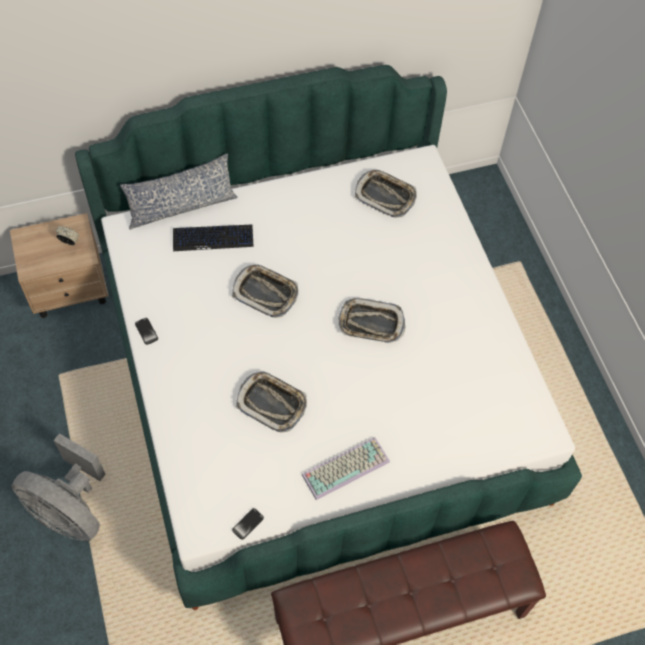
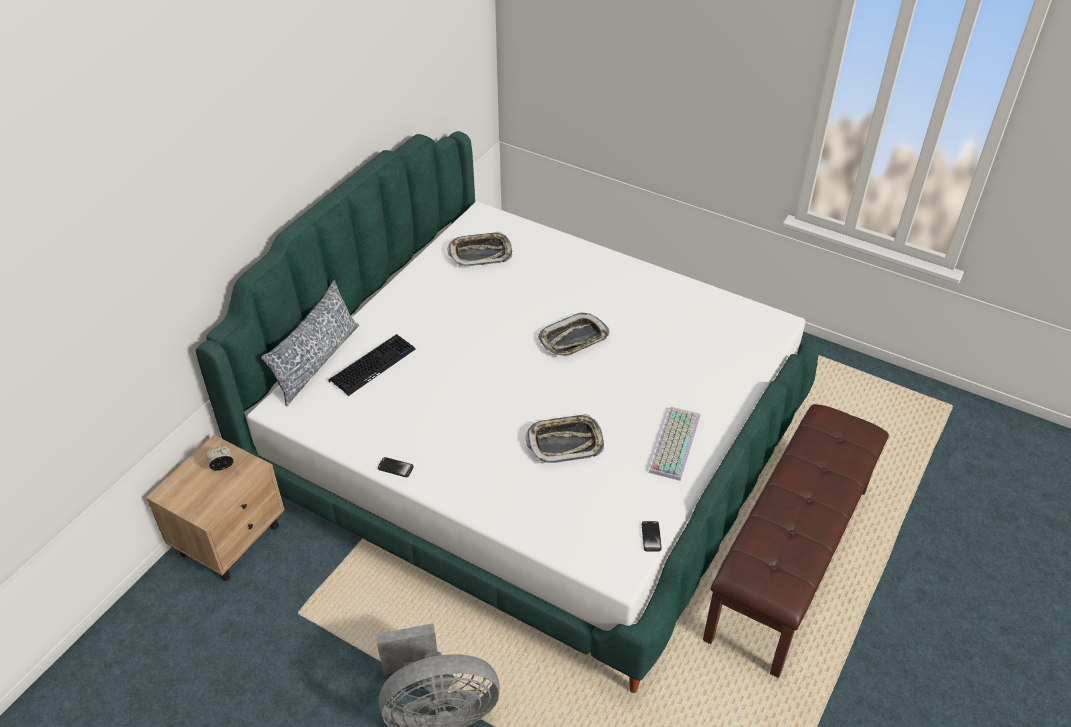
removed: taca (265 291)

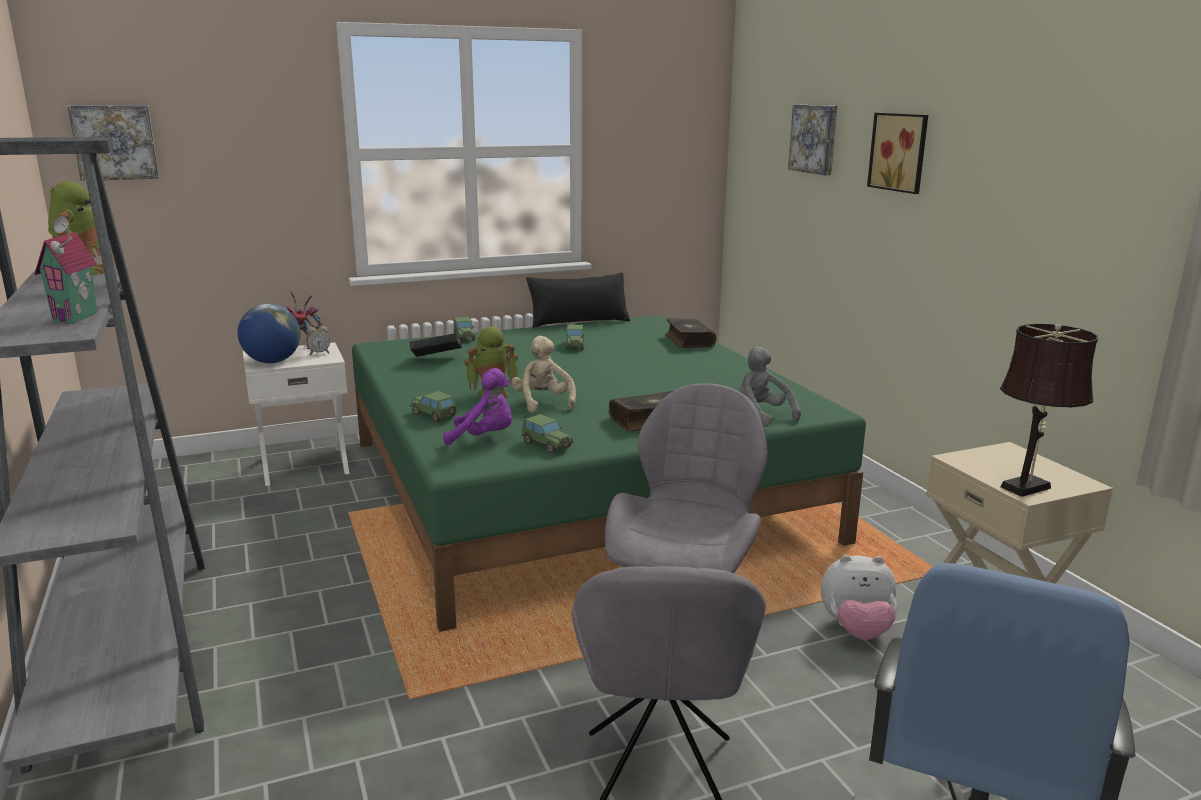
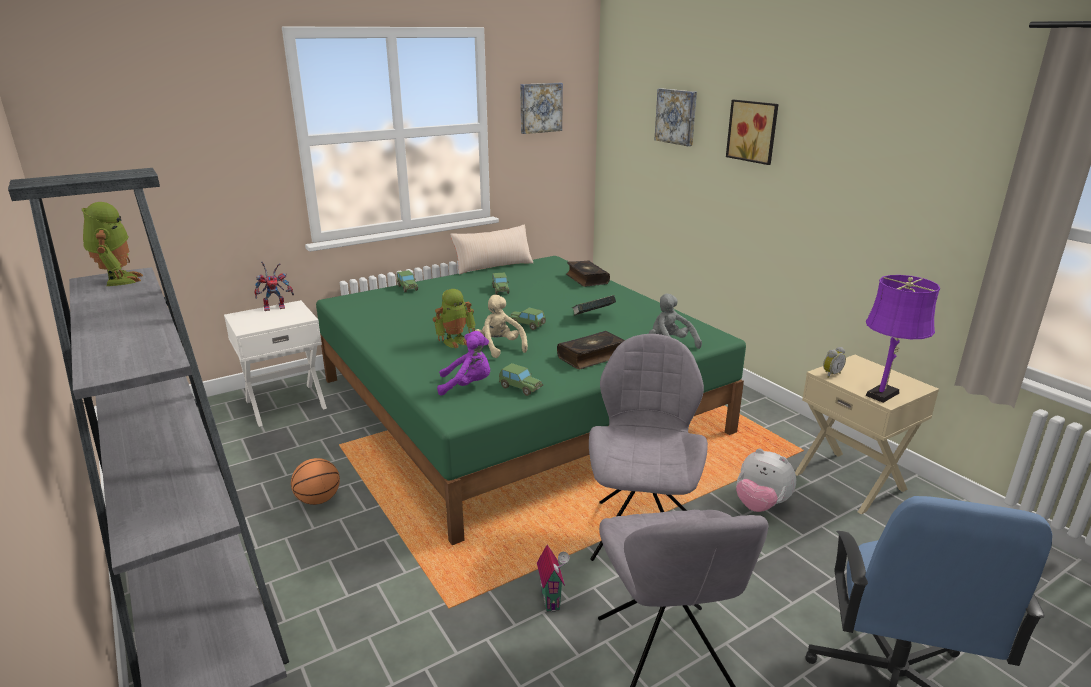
removed: globus (269 333)
added: piłka do koszykówki (315 481)
moved: samochodzik (433 407) to (527 319); obraz (113 143) to (541 108); domek (65 270) to (553 578); książka (435 345) to (594 305); budzik (318 340) to (834 362)
recoloured: poduszka/czarny (578 300) to poduszka/beżowy (491 249); lampa stołowa/brązowy (1049 410) to lampa stołowa/fioletowy (903 339)
turned: pluszak (859 597) = (766 480) 45 degrees clockwise

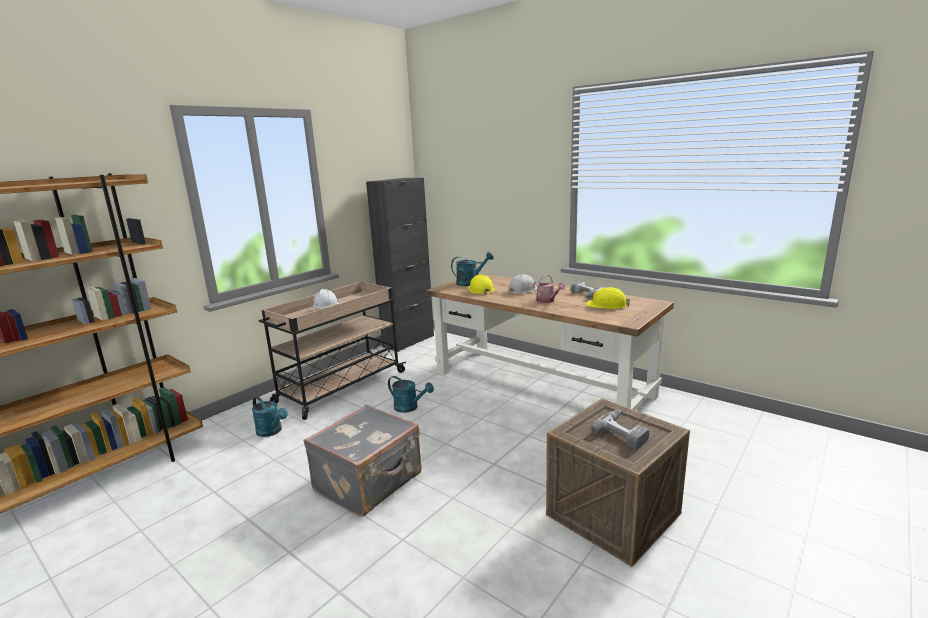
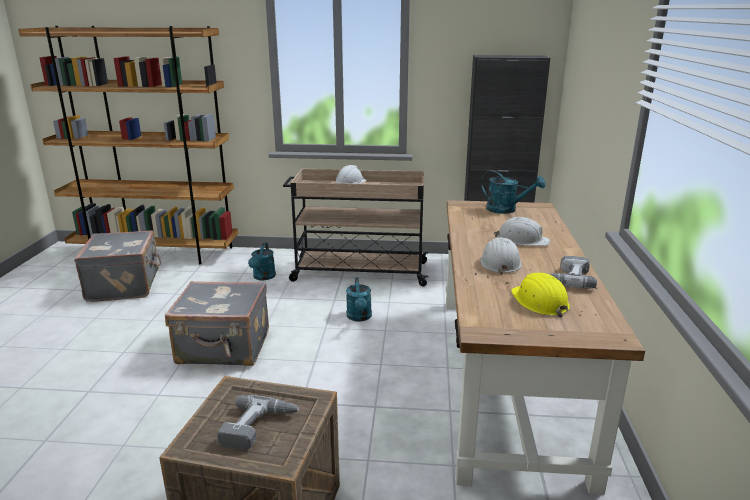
removed: kask/żółty (481 285)
added: walizka/szary (117 266)
replaced: konewka (549 288) to kask/biały (501 256)

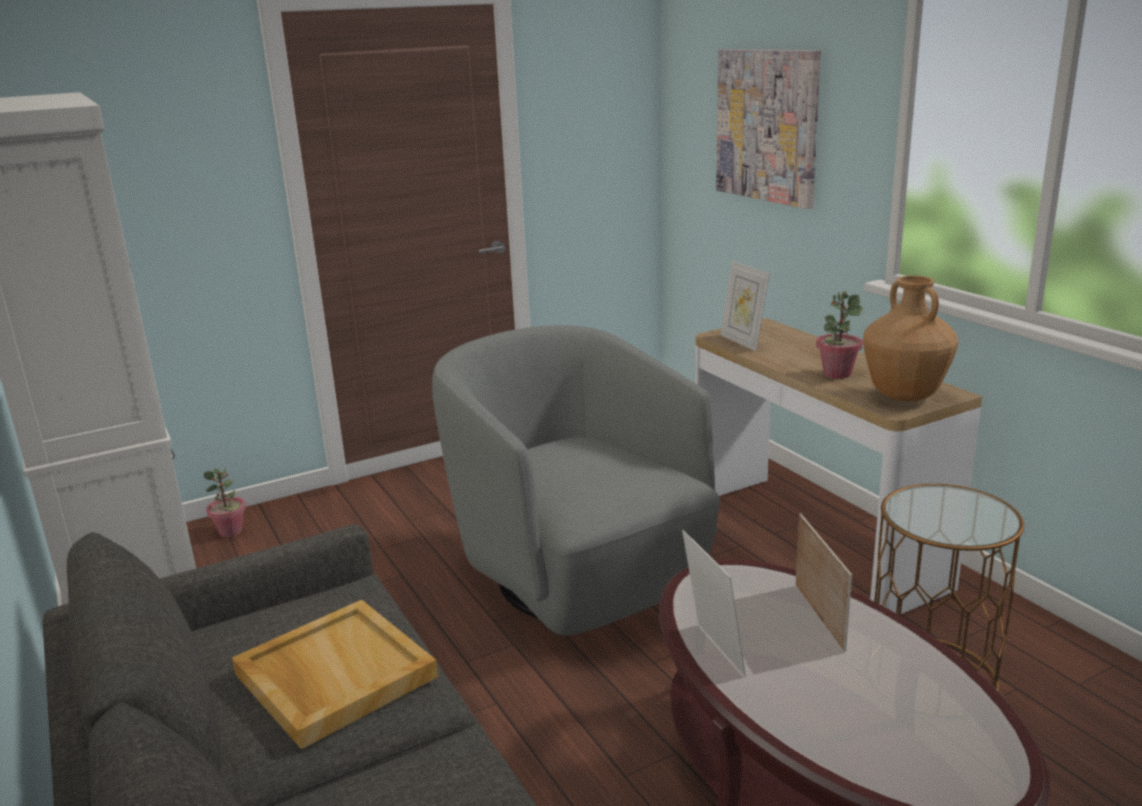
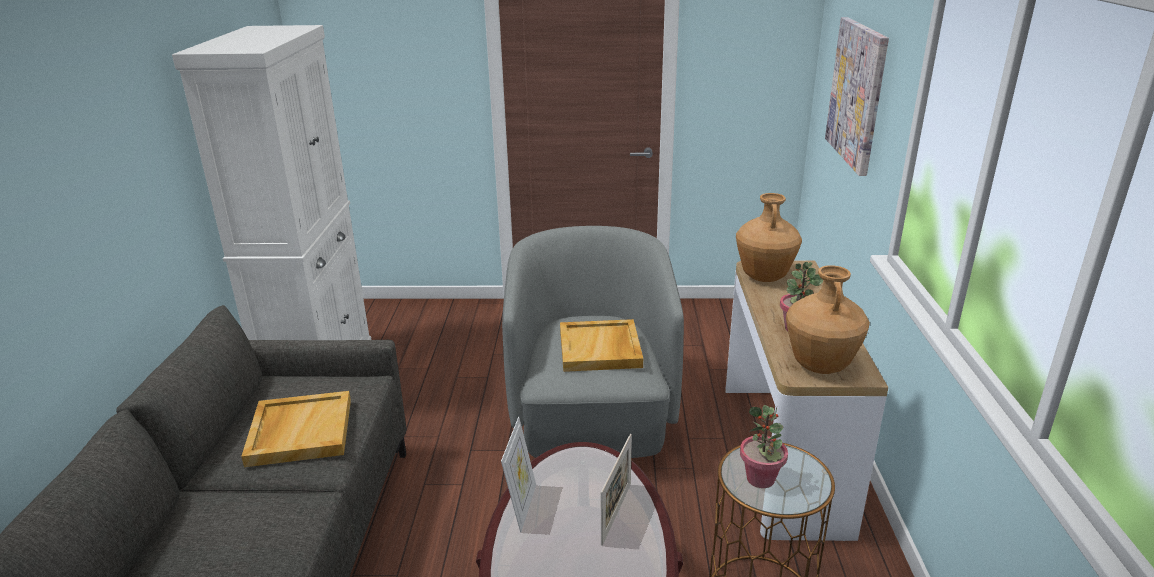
added: taca/beżowy (601 345)
moved: roślina doniczkowa (225 502) to (764 446)
replaced: ramka na zdjęcie (745 306) to wazon/brązowy (769 237)

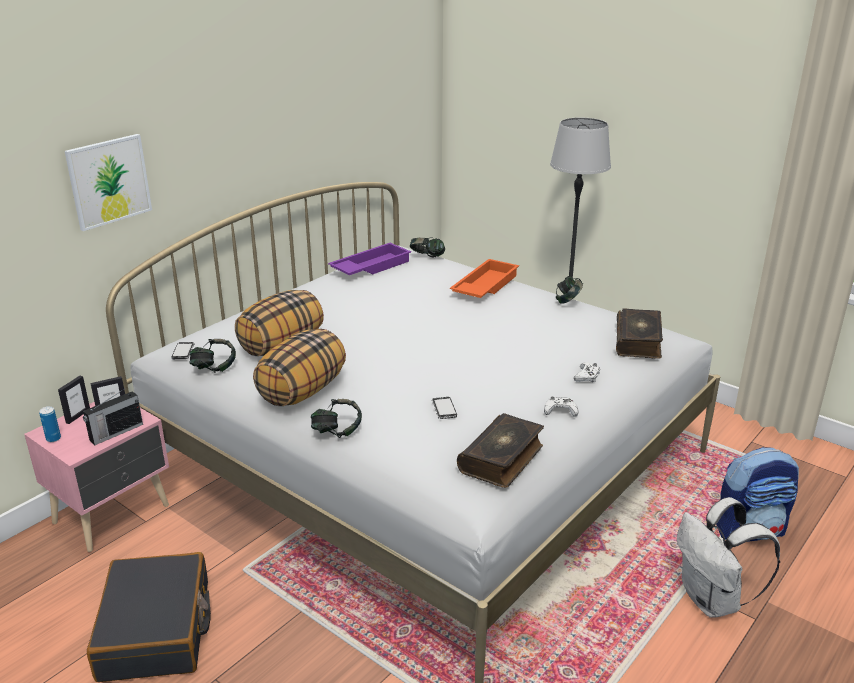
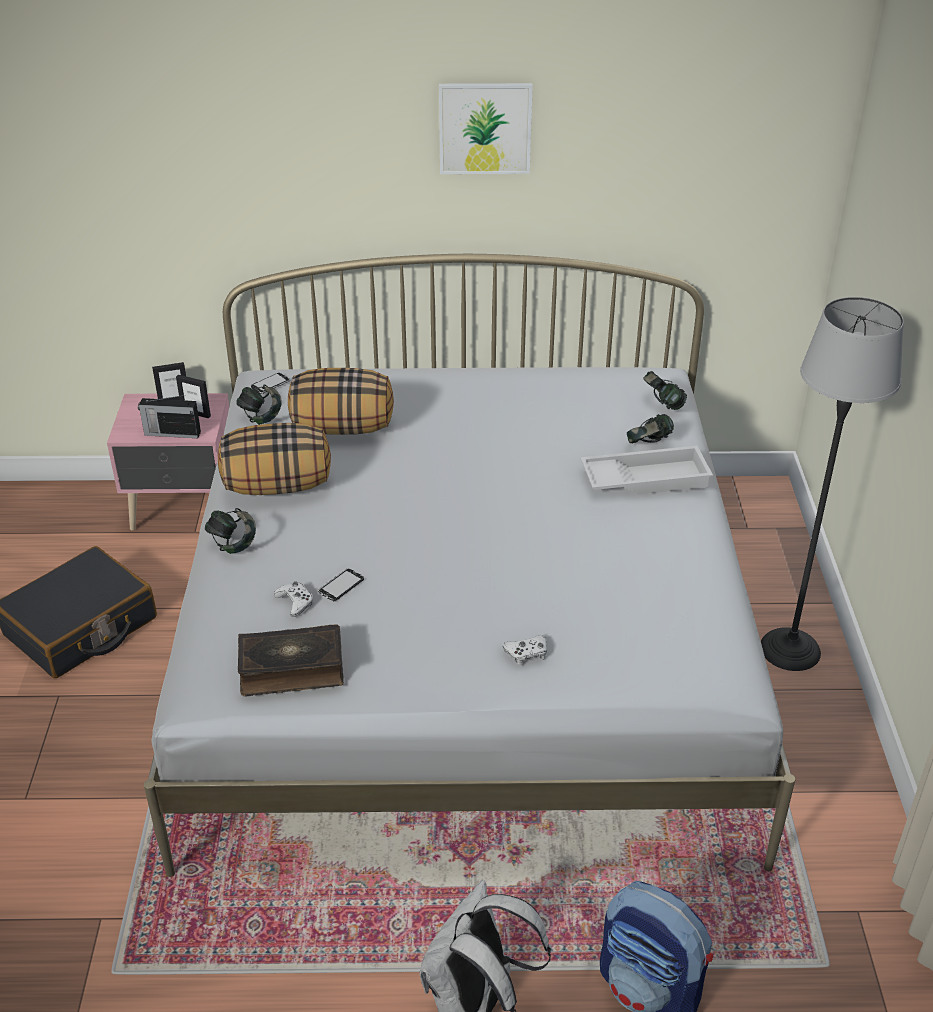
removed: puszka (50 424); taca/fioletowy (369 259); książka (639 333)
moved: pad do gier/biały (561 406) to (293 599); obraz (108 182) to (486 128); słuchawki (569 290) to (650 428)
recoloured: taca/pomarańczowy (484 278) to taca/biały (647 470)

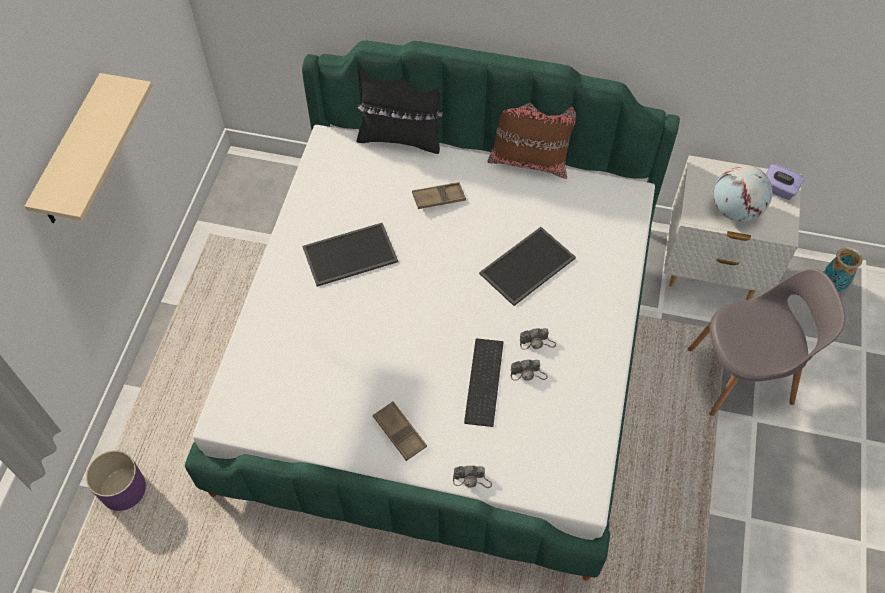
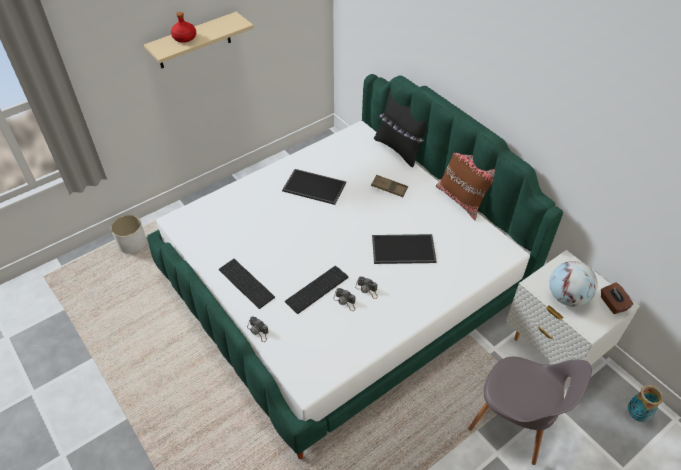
added: butelka/czerwony (183 27)
replaced: taca/brązowy (400 431) to klawiatura (247 284)
recoloured: donica/fioletowy (116 480) to donica/biały (128 234); pudełko chusteczek/fioletowy (785 182) to pudełko chusteczek/brązowy (617 298)

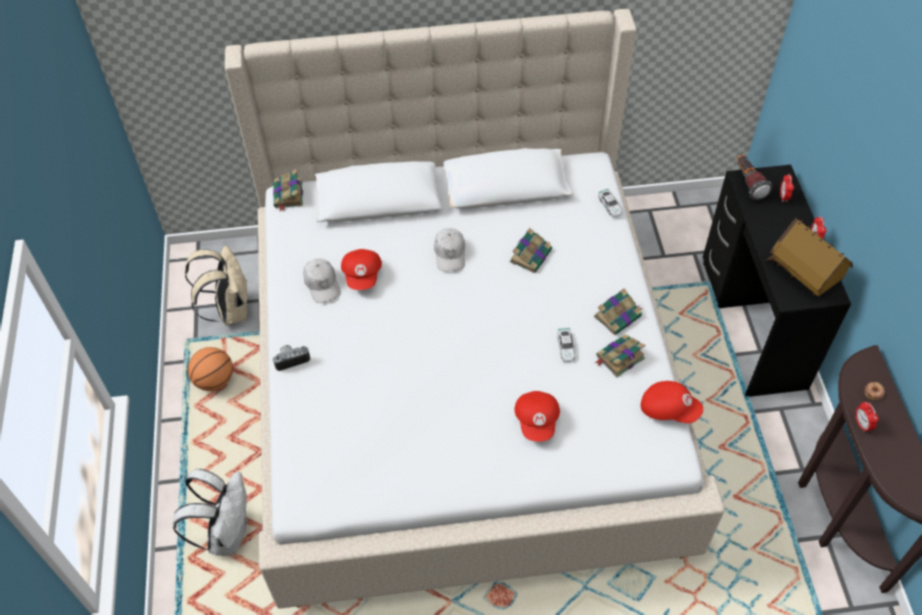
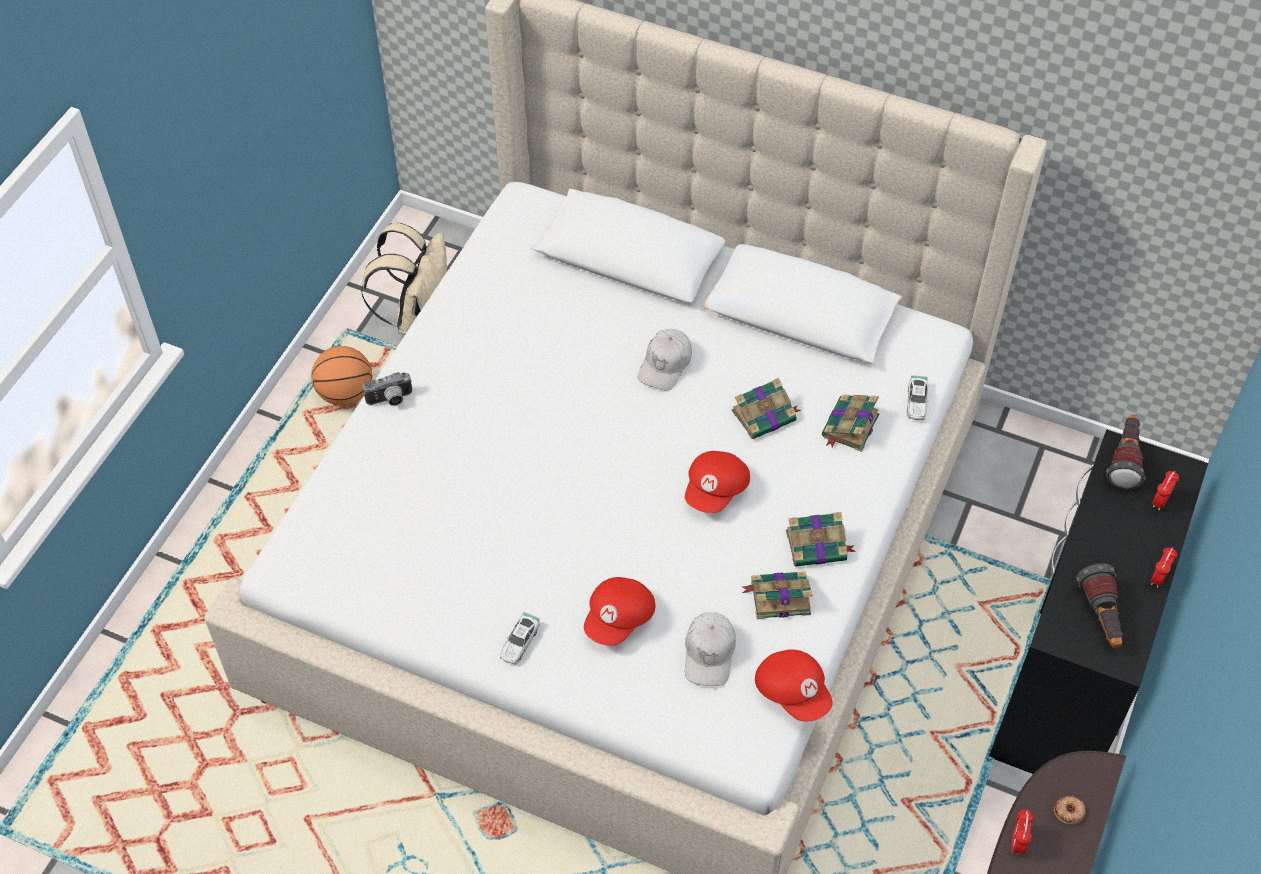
removed: plecak/biały (210 512)
moved: samochodzik (566 345) to (520 638); czapka z daszkiem/czerwony (361 269) to (717 482); czapka z daszkiem/biały (322 280) to (710 649); książka (288 190) to (850 423)
replaced: domek (808 257) to latarka (1099 606)
turned: aparat fotograficzny (291 358) = (387 389) 150 degrees clockwise

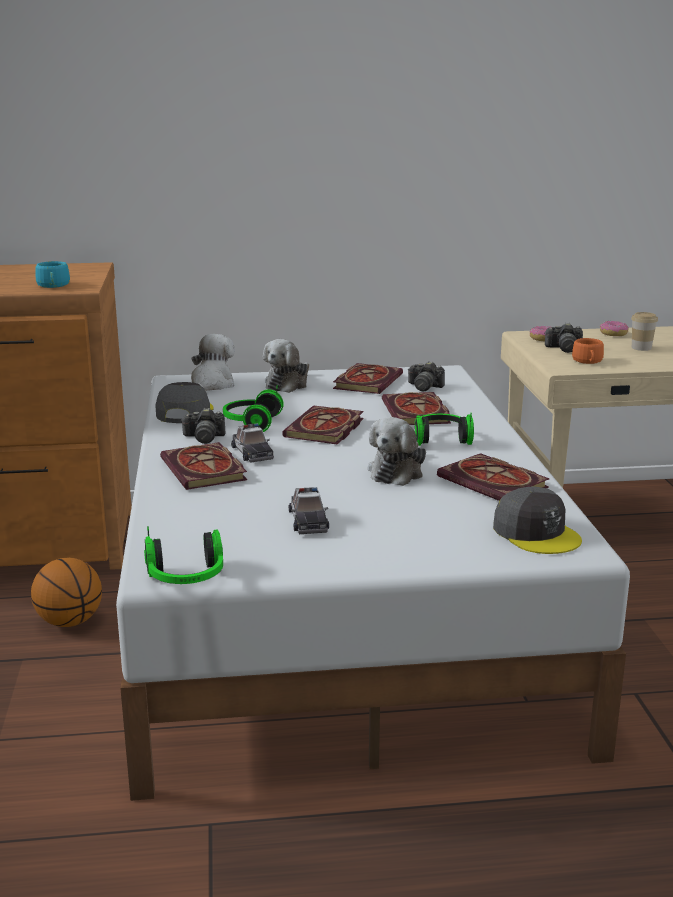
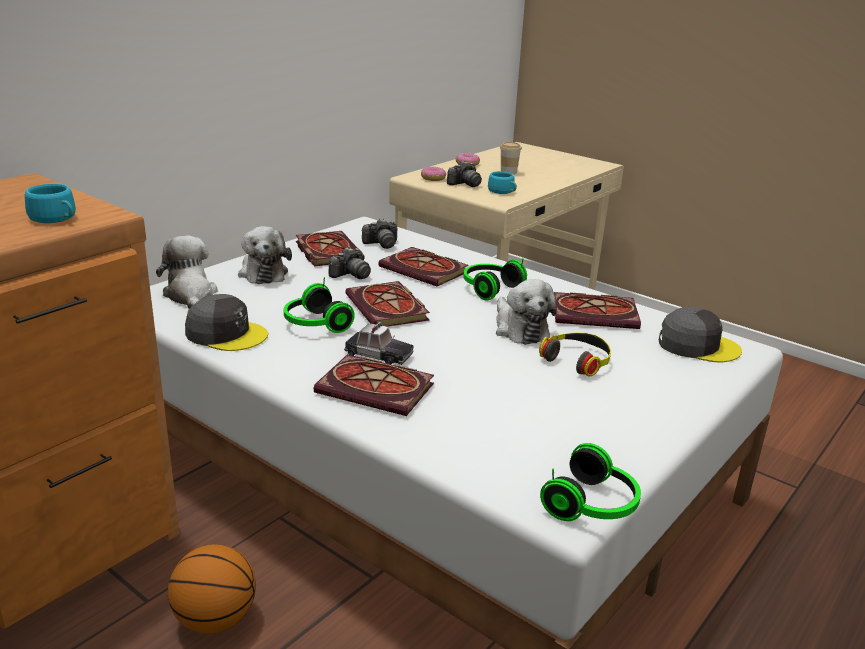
removed: samochodzik (308 510)
added: słuchawki (575 355)
moved: aparat fotograficzny (203 426) to (350 263)
recoloured: filiżanka/pomarańczowy (588 351) to filiżanka/turkusowy (502 182)
turned: czapka z daszkiem/szary (184 402) = (226 322) 150 degrees clockwise

